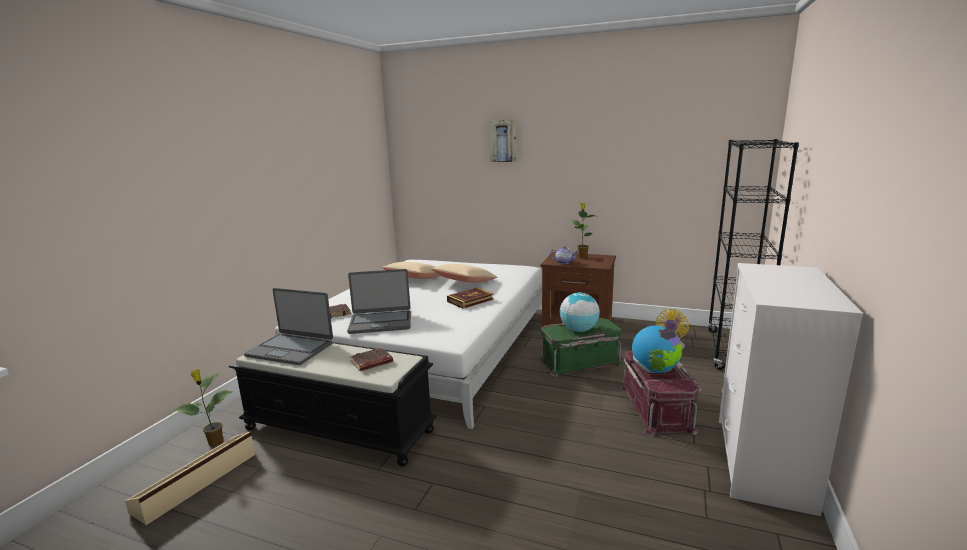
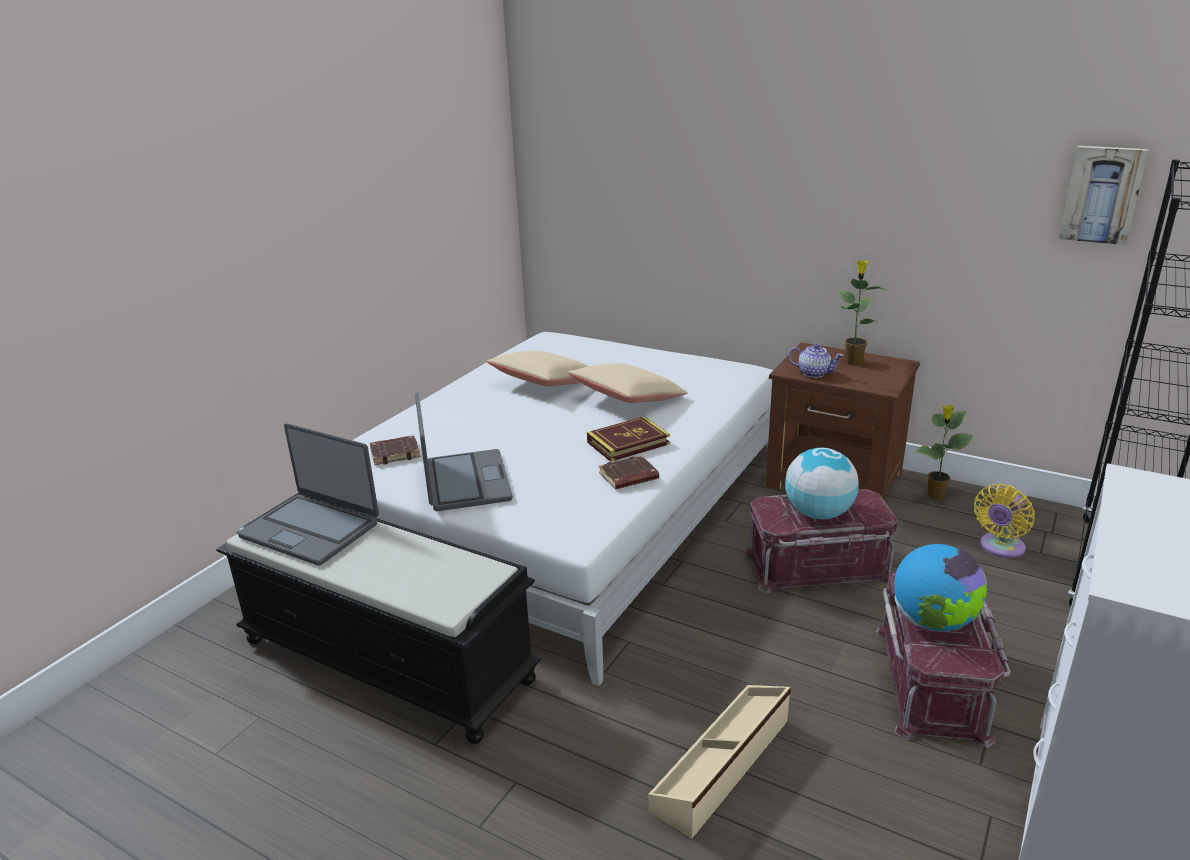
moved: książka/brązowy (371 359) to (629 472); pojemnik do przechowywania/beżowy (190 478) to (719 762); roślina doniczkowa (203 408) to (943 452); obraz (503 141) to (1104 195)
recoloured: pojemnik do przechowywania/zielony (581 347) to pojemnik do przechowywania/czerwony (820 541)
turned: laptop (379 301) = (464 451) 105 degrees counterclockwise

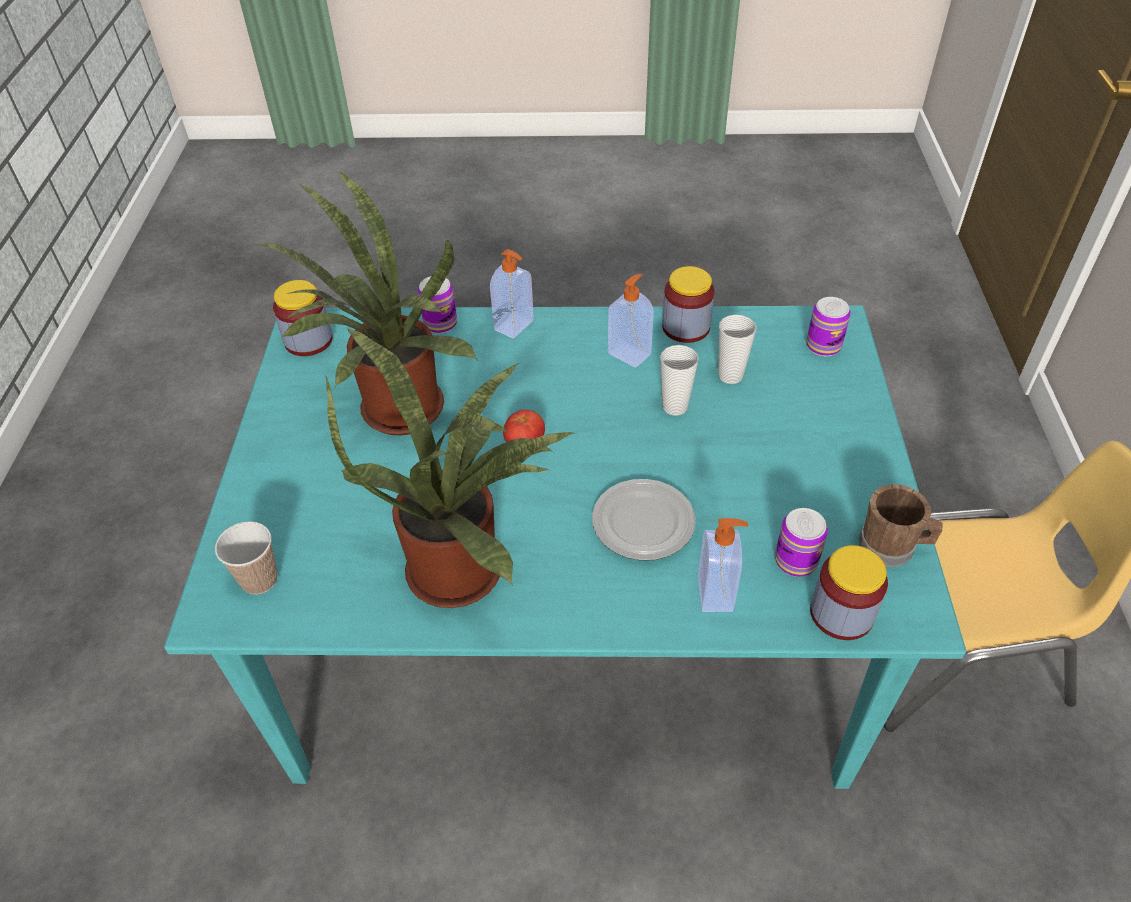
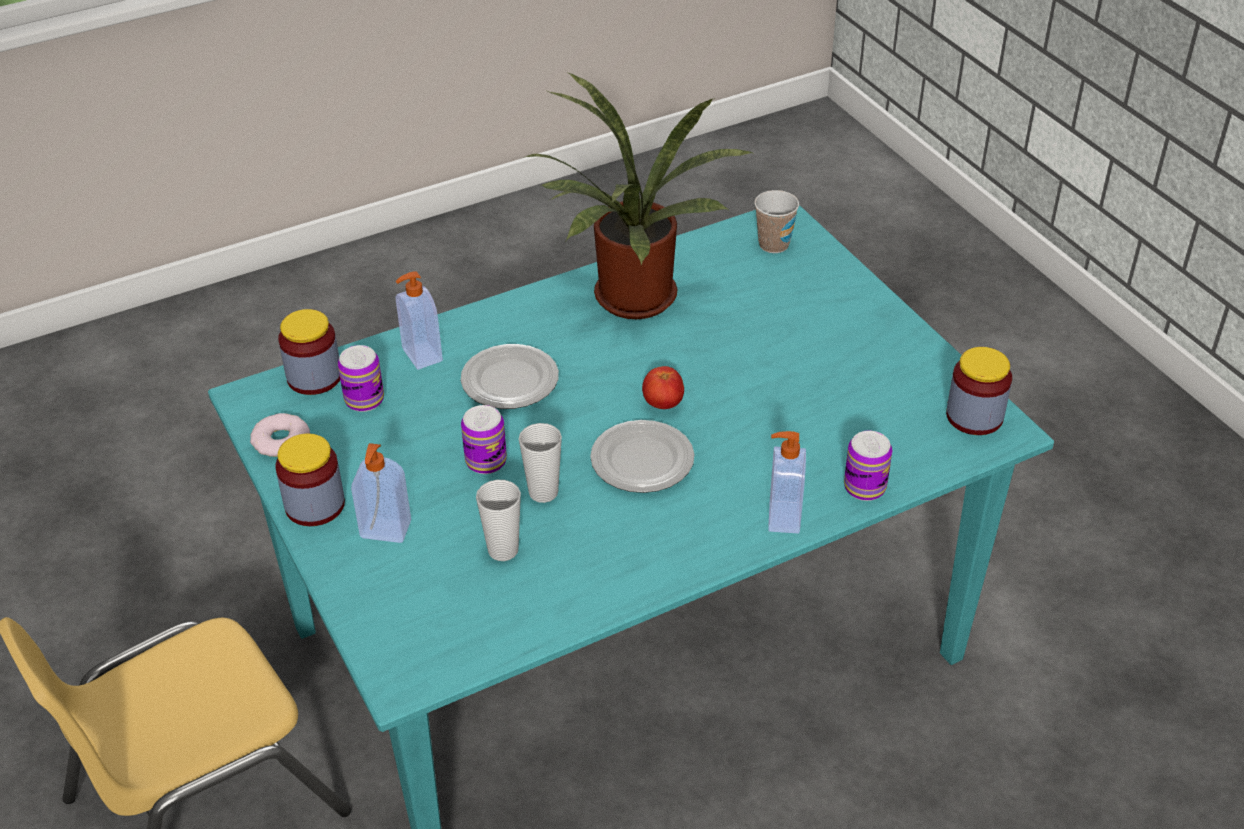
removed: roślina doniczkowa (365 303)
added: talerz (642 456)
moved: słoik (688 304) to (310 479); dozownik mydła (631 321) to (381 493); puszka (829 326) to (484 439)
replaced: kubek/brązowy (901 525) to donut (280 435)

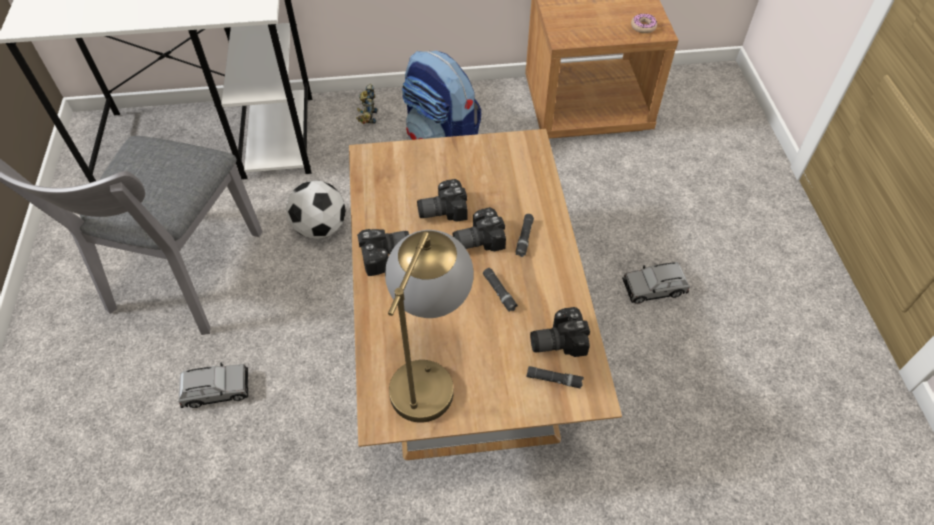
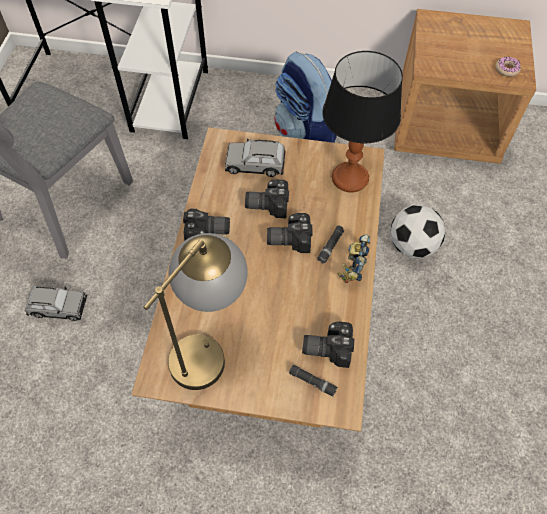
removed: latarka/czarny (500 290)
added: lampa stołowa (362 121)
moved: samochodzik/szary (656 283) to (255 158); robot zabawkowy (367 104) to (354 258); piłka futbolowa (316 209) to (418 231)

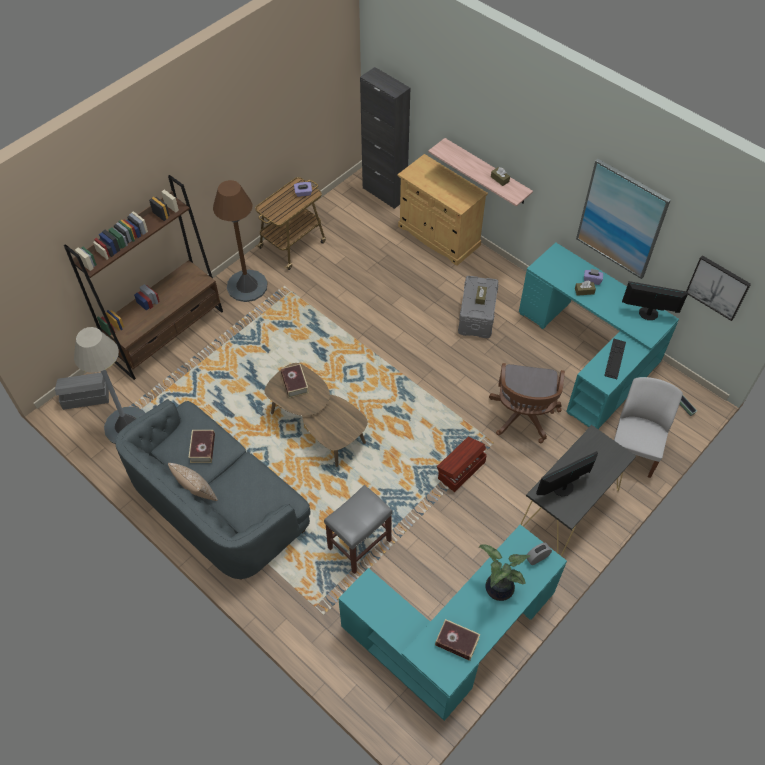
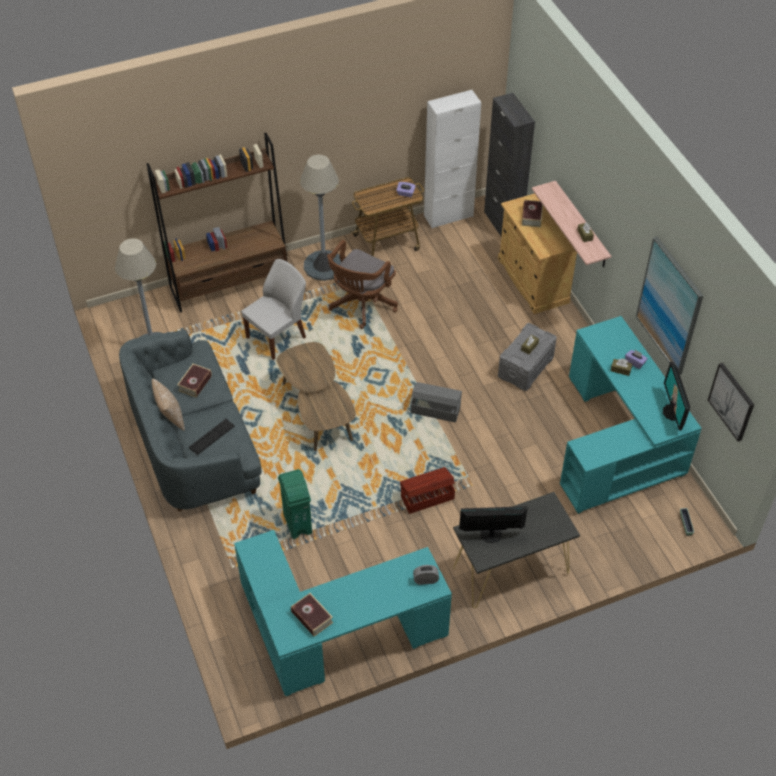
removed: roślina doniczkowa (504 572)
added: szafka/biały (452 159)
moved: klawiatura (615 359) to (212 437); krzesło/biały (648 427) to (273 309); krzesło biurowe/brązowy (527 403) to (362 284); pojemnik do przechowywania/szary (82 391) to (436 402); książka (295 381) to (532 214)
replaced: stołek/szary (358 529) to kosz na śmieci/zielony (295 504)
recoloured: lampa stojąca/brązowy (240 241) to lampa stojąca/szary (320 218)
turned: monitor (655 300) = (677 396) 135 degrees counterclockwise

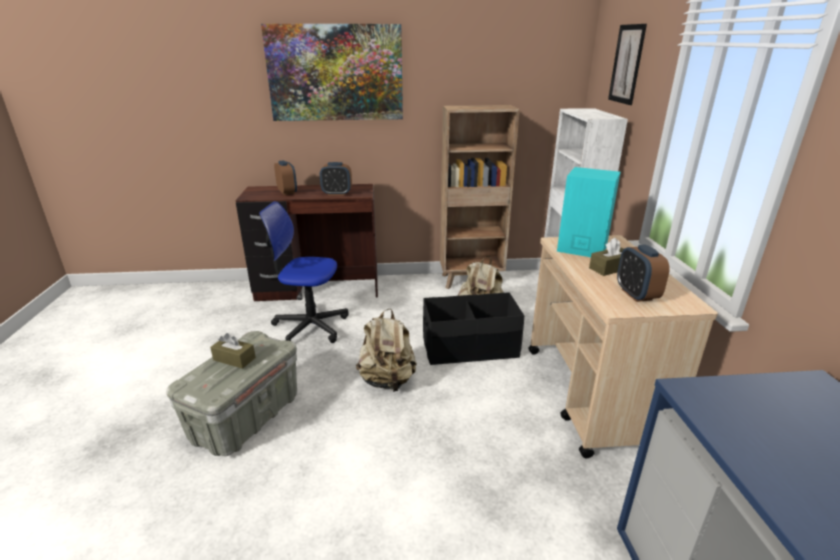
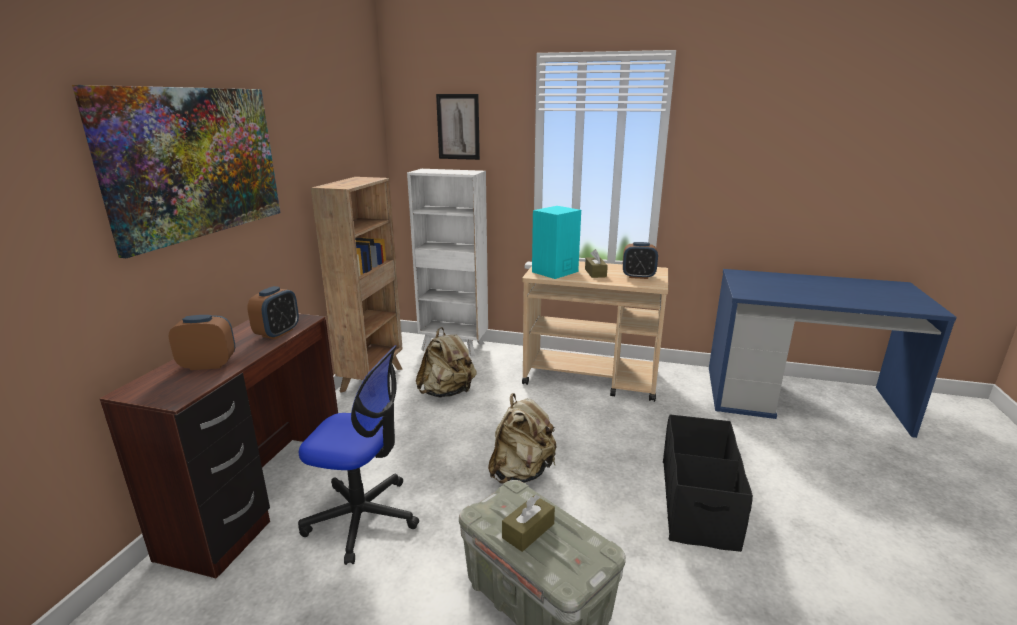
moved: pojemnik do przechowywania/czarny (473 328) to (708 483)
turned: krzesło biurowe (303 272) = (358 455) 105 degrees counterclockwise

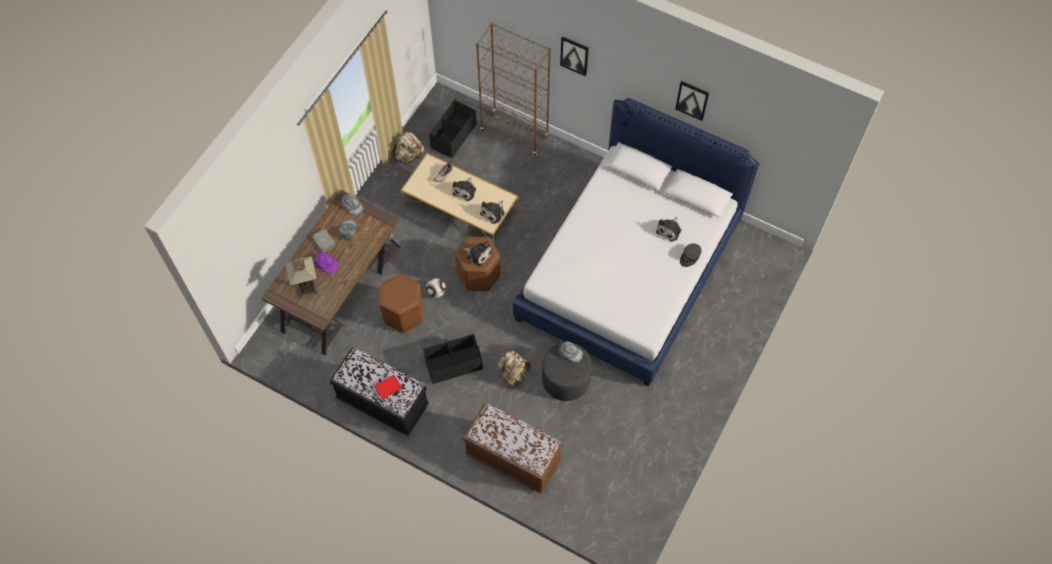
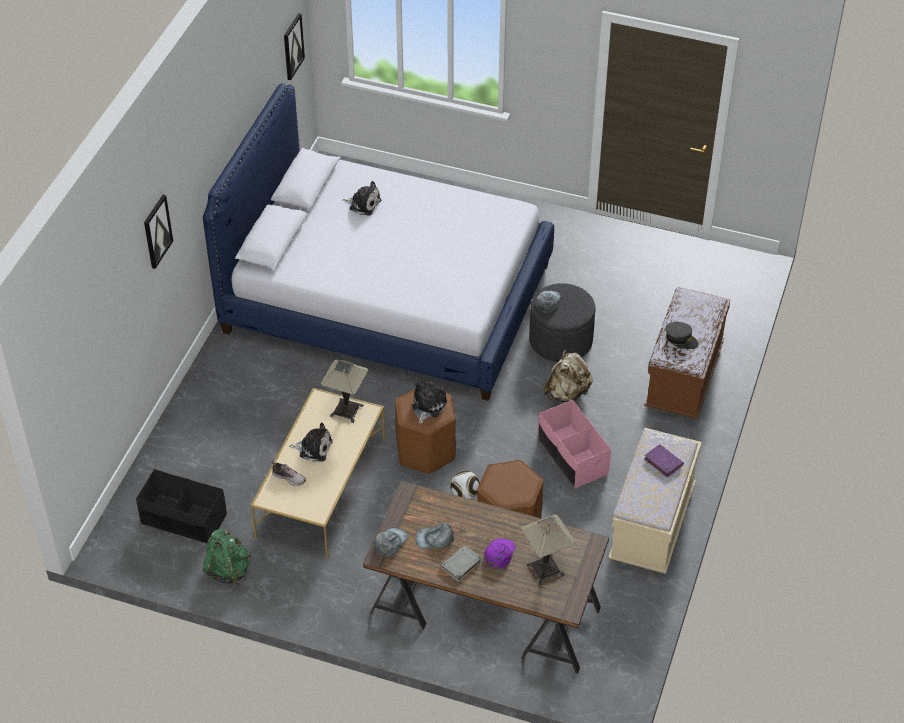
removed: regał/brązowy (513 89)
moved: obraz (692 101) to (294 46); czapka z daszkiem/szary (691 255) to (682 335)
replaced: pluszak (492 212) to lampa stołowa (345 391)
recoloured: plecak/beżowy (407 147) to plecak/zielony (227 557); pojemnik do przechowywania/czarny (453 359) to pojemnik do przechowywania/różowy (574 444); ławka/czarny (379 391) to ławka/beżowy (655 501); książka/czerwony (388 387) to książka/fioletowy (664 461)

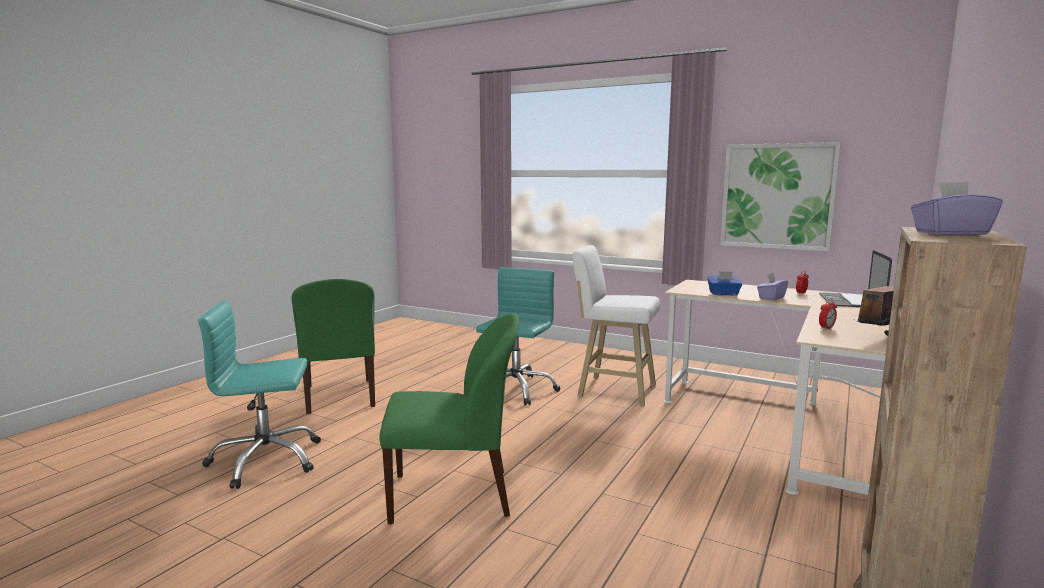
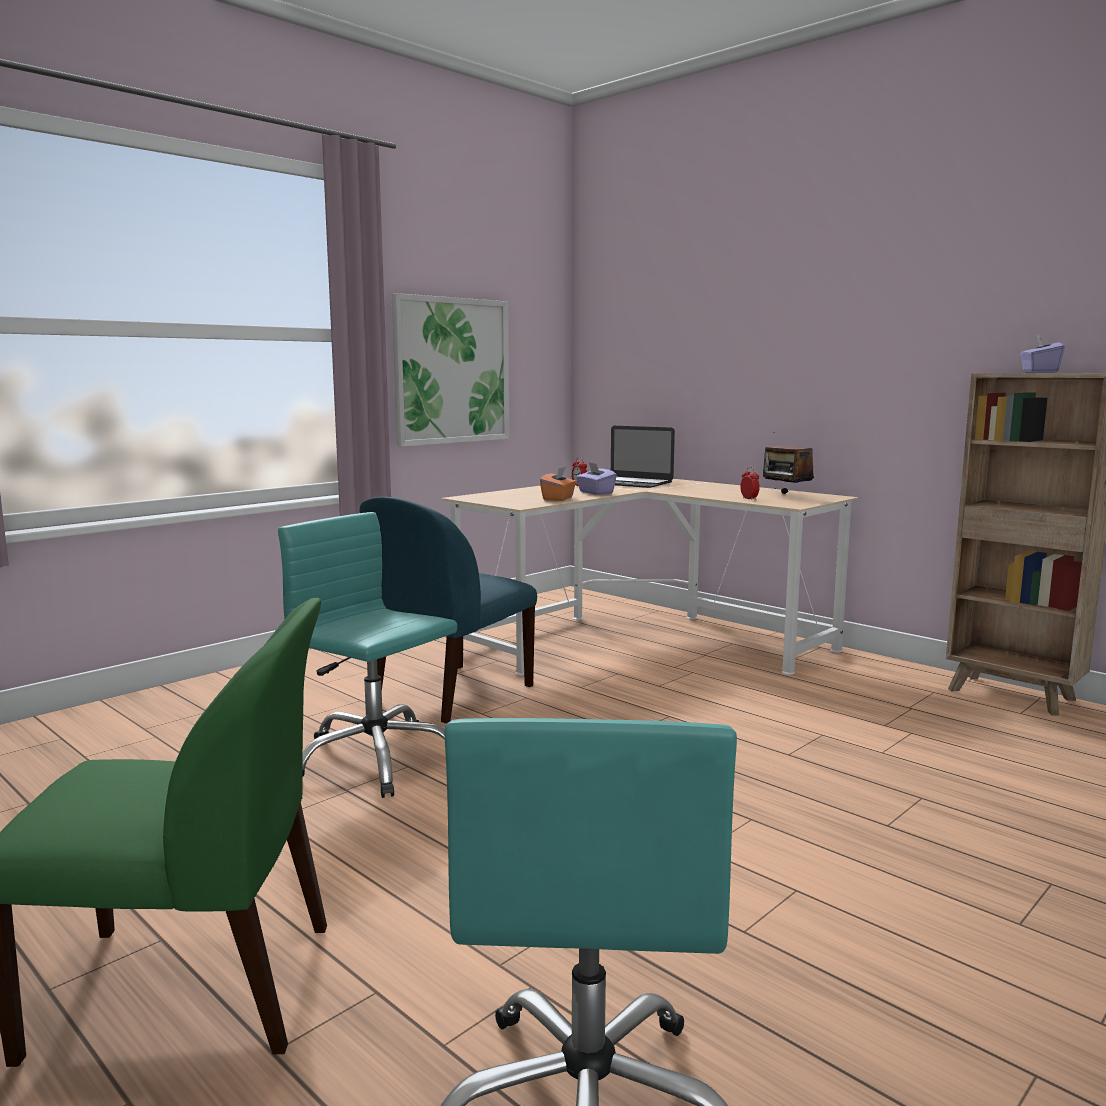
removed: krzesło/zielony (449 418)
replaced: stołek/biały (616 325) to krzesło/niebieski (448 610)
recoloured: pudełko chusteczek/niebieski (725 283) to pudełko chusteczek/pomarańczowy (558 484)

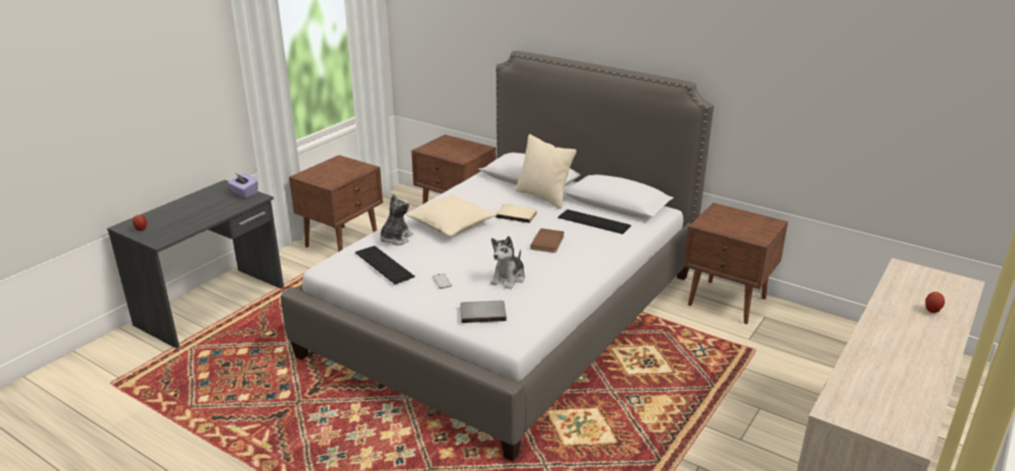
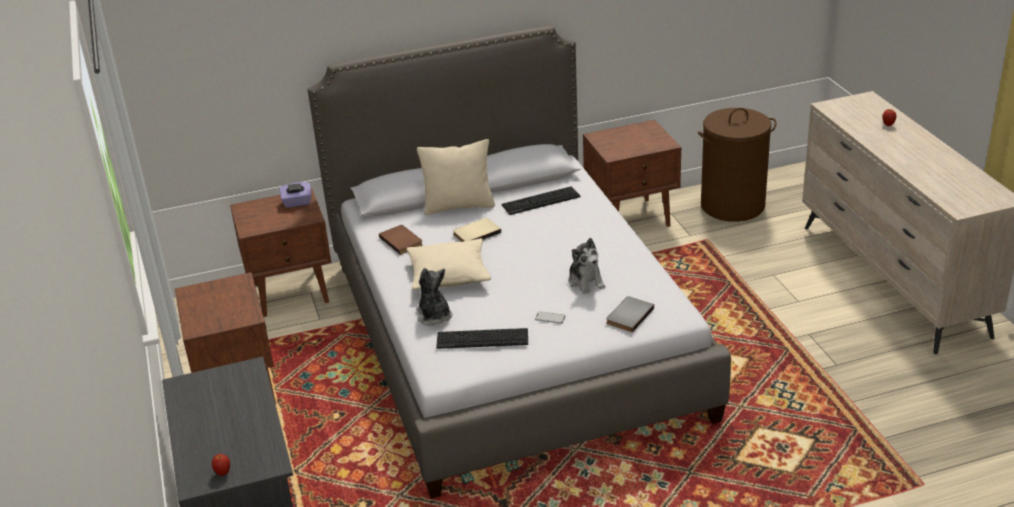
added: kosz na pranie/brązowy (737 165)
moved: pudełko chusteczek/fioletowy (243 185) to (295 195); książka/brązowy (547 240) to (401 240)

